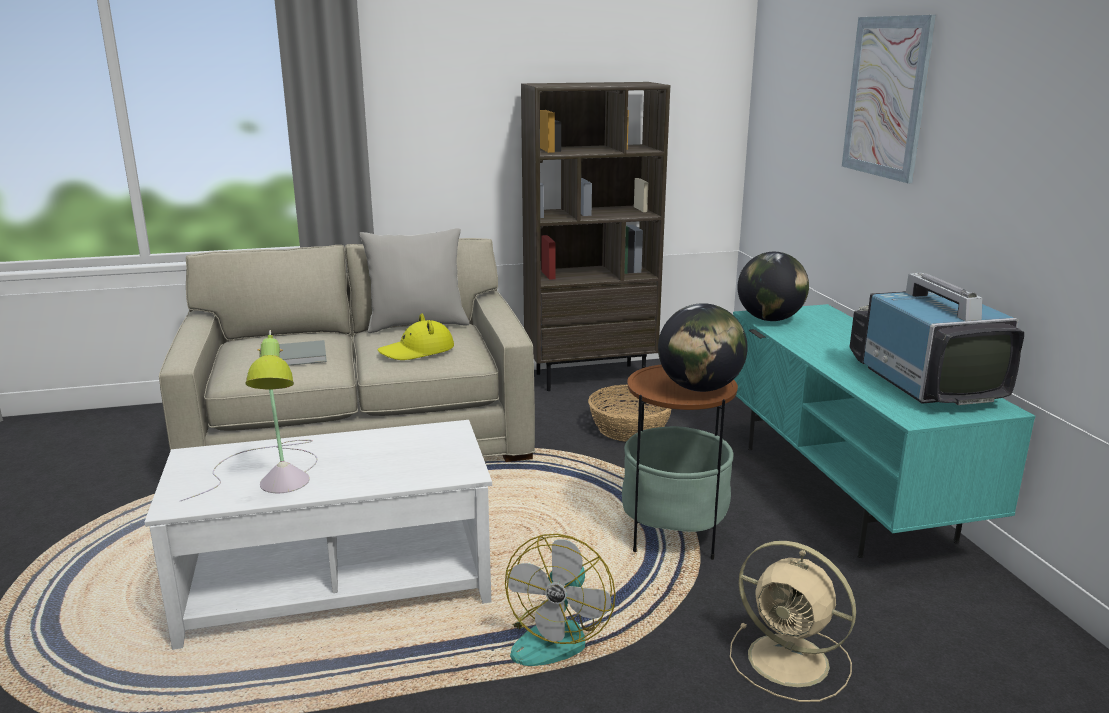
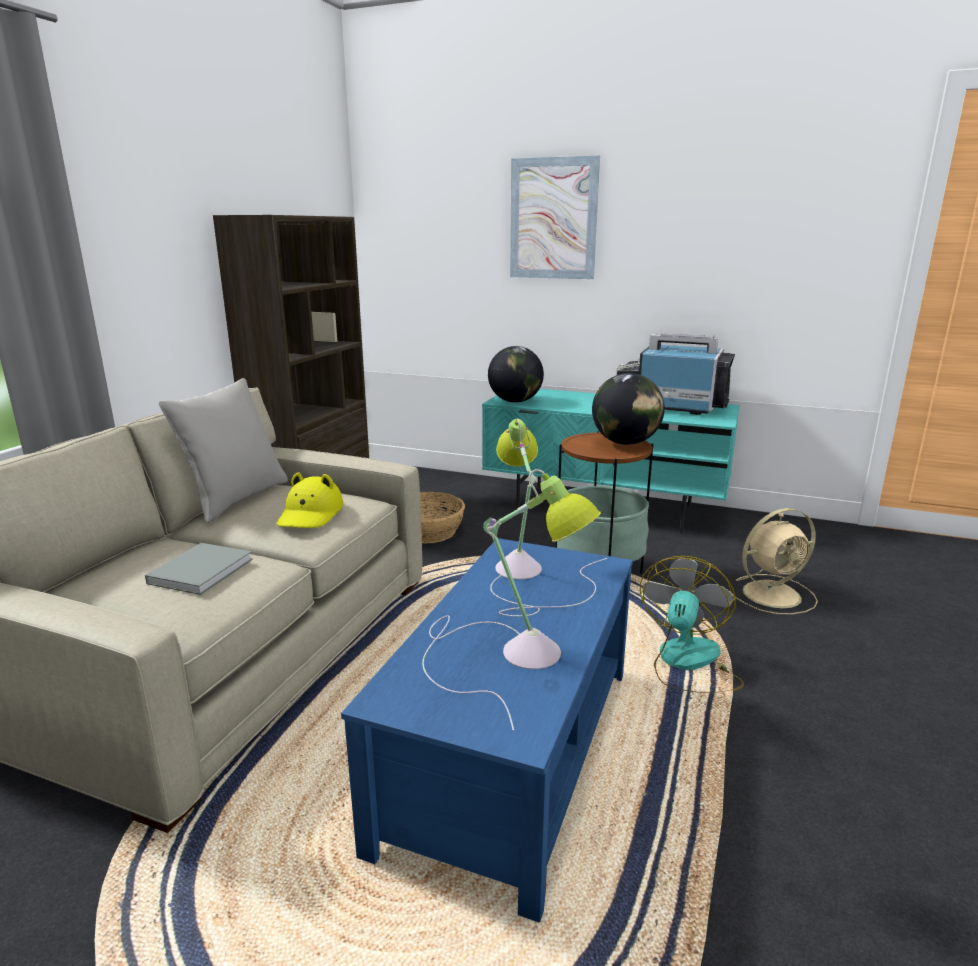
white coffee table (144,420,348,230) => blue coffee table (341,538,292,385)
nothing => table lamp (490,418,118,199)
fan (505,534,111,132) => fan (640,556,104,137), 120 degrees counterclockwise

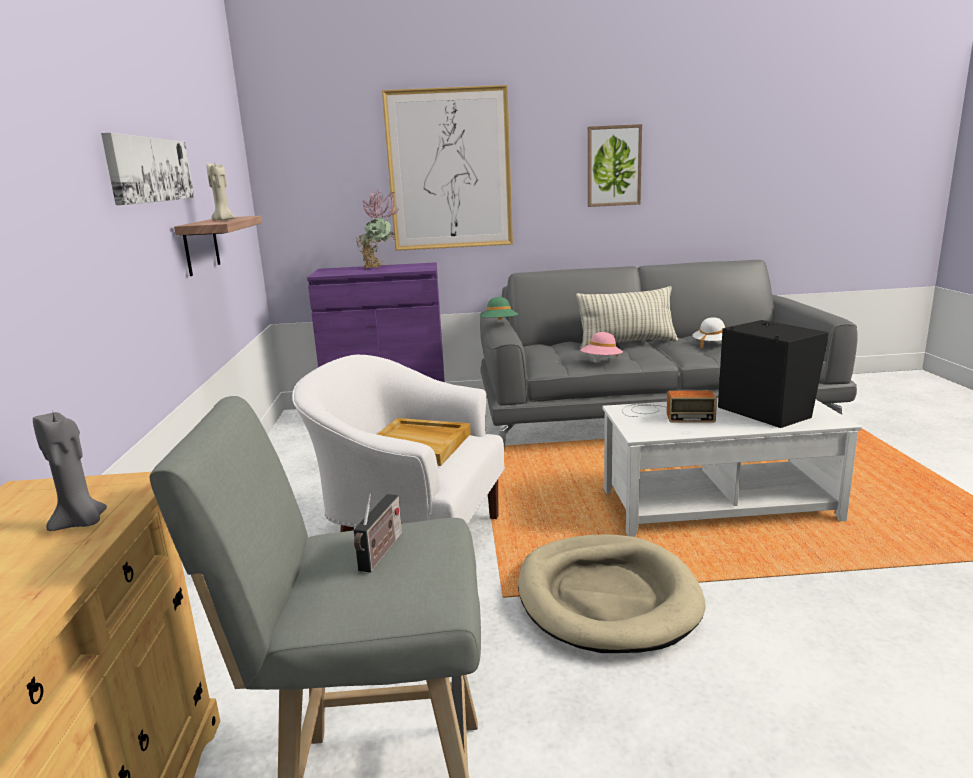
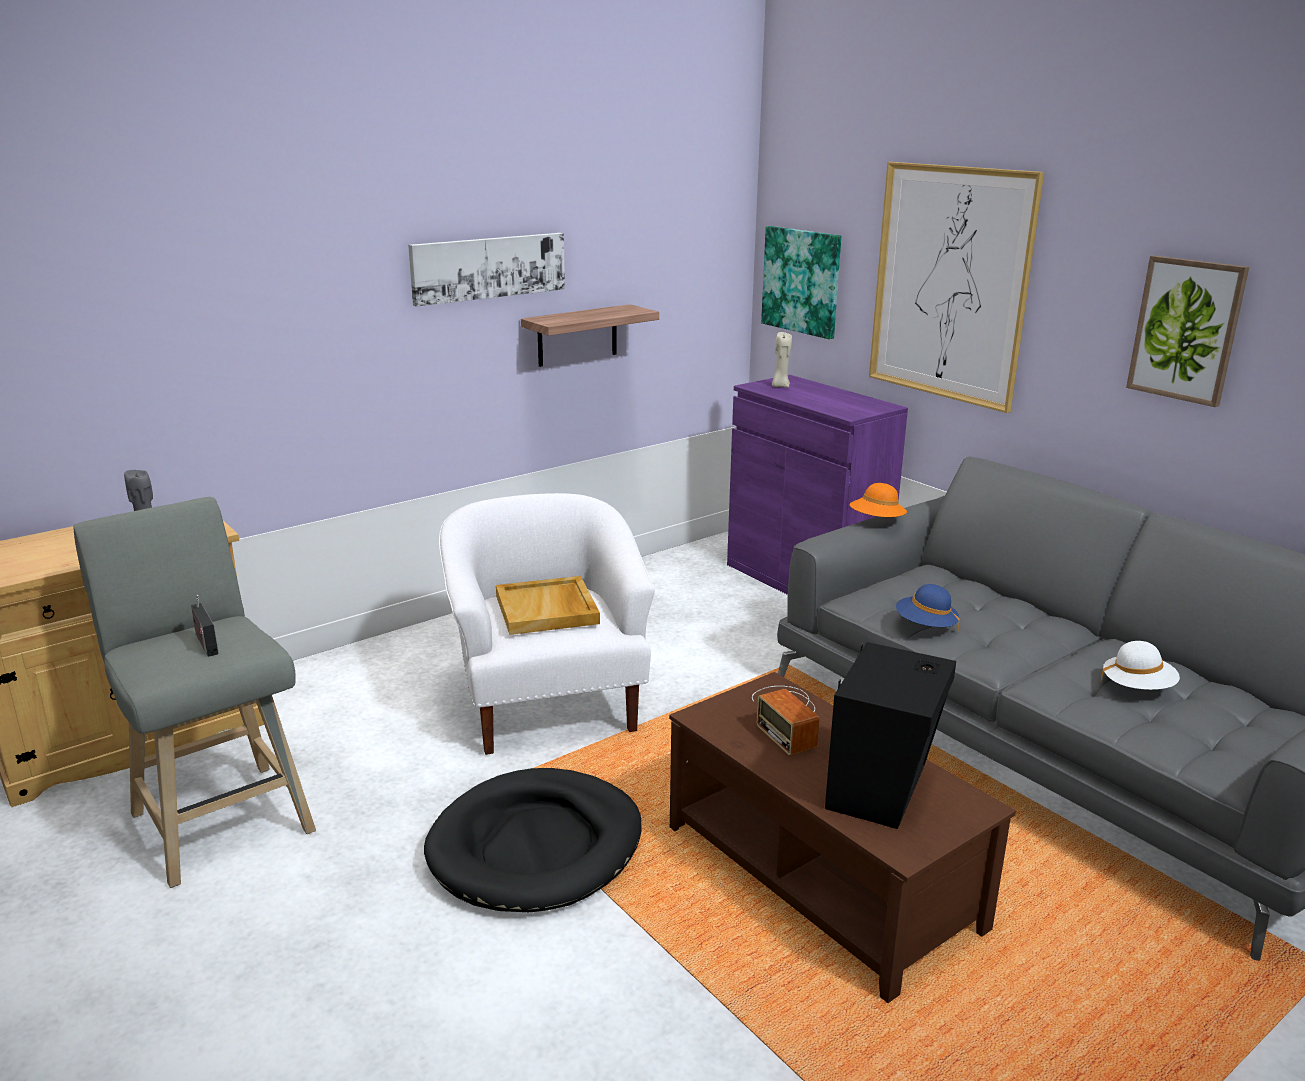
radio (354,494,48,79) => radio (191,595,28,62), 75 degrees clockwise
beige dog bed (518,534,187,119) => black dog bed (424,768,217,144)
white coffee table (602,398,260,139) => brown coffee table (669,672,347,331)
nothing => picture (761,226,80,113)
beige candle (207,163,29,57) => beige candle (772,332,20,56), moved
green hat (480,297,38,24) => orange hat (850,483,57,34)
pink hat (580,332,43,25) => blue hat (896,584,64,48)
potted plant (356,190,43,80) => nothing
pillow (576,286,102,62) => nothing

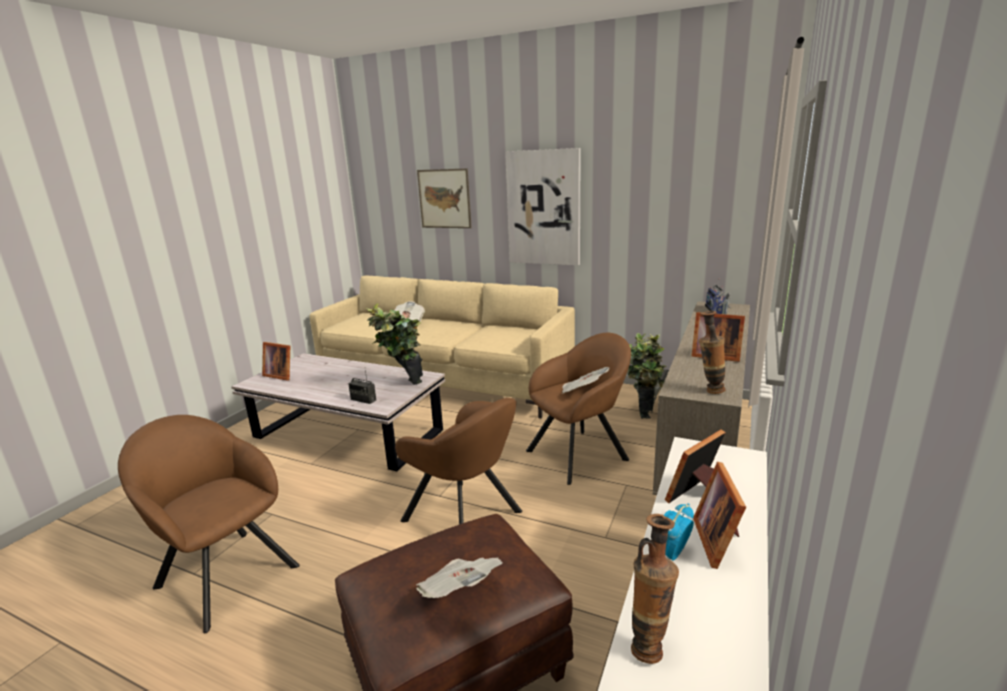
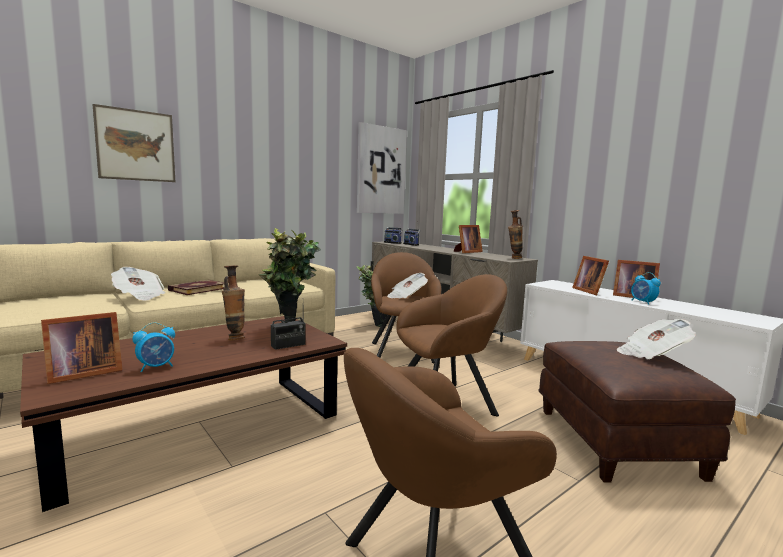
white coffee table (231,353,214,118) => brown coffee table (20,316,327,196)
nothing => alarm clock (132,322,43,50)
nothing => book (168,280,56,15)
vase (631,514,48,150) => vase (222,265,23,75), moved
picture (505,148,76,117) => picture (357,122,50,92), moved

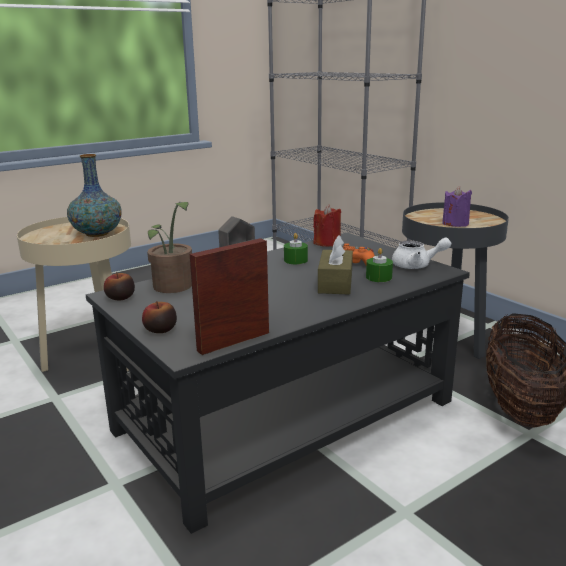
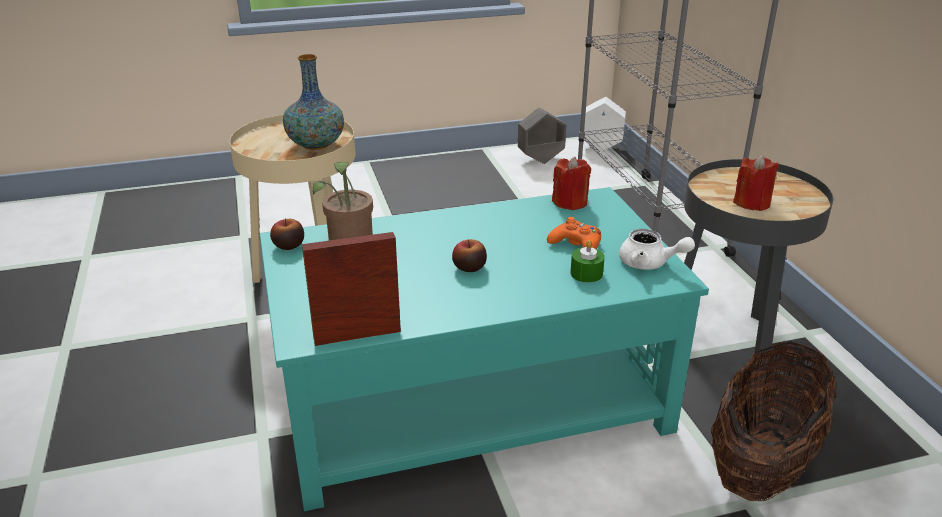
black coffee table (86,233,384,301) => turquoise coffee table (260,187,449,324)
apple (142,301,35,32) => apple (452,239,35,33), moved
nothing => white planter (584,97,42,55)
purple candle (442,186,30,41) => red candle (733,155,45,56)
green candle (284,233,24,31) => nothing
brown tissue box (318,235,35,60) => nothing

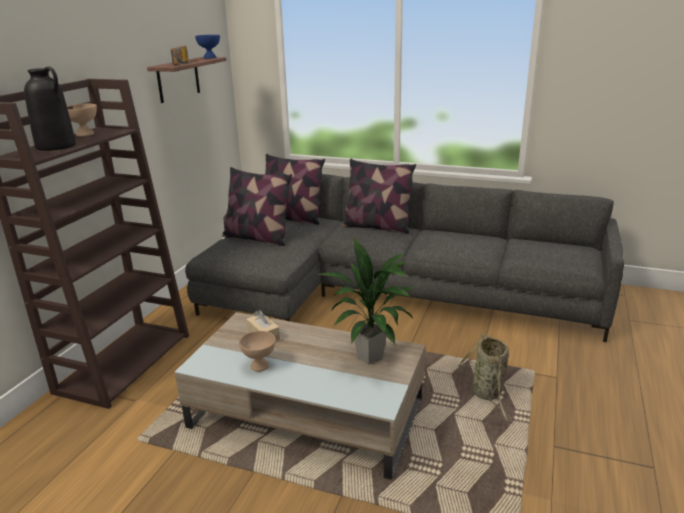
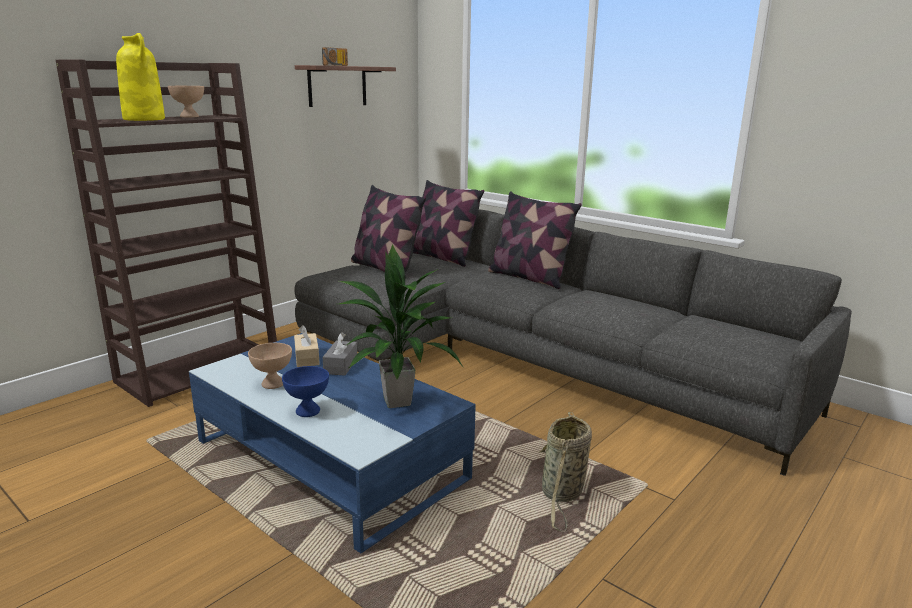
black vase (24,66,52,85) => yellow vase (116,33,49,88)
beige coffee table (175,312,250,168) => blue coffee table (189,333,287,220)
blue bowl (195,35,25,23) => blue bowl (282,366,47,51), moved
nothing => grey tissue box (323,333,34,43)

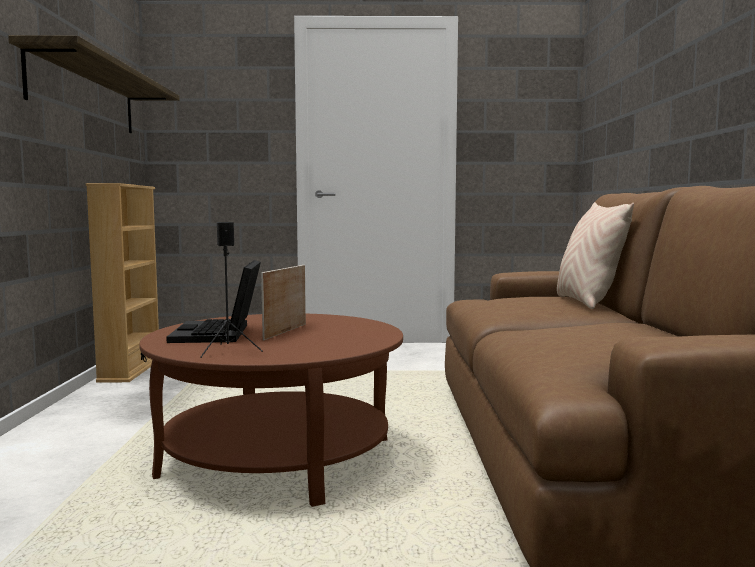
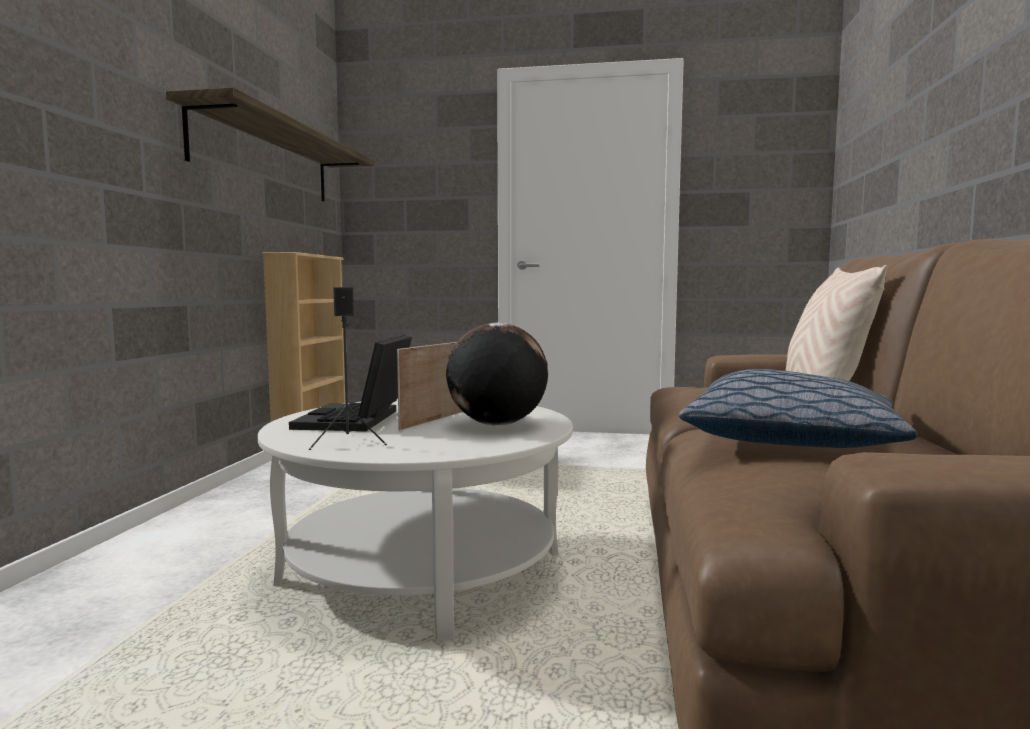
brown coffee table (139,314,264,193) => white coffee table (258,399,315,242)
nothing => globe (446,322,102,104)
nothing => pillow (679,369,238,79)

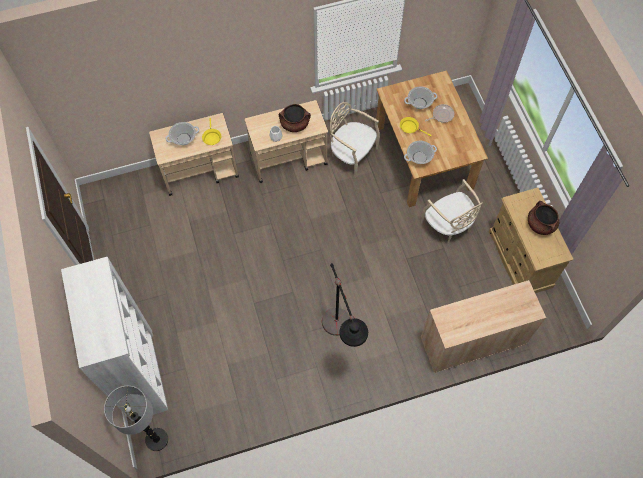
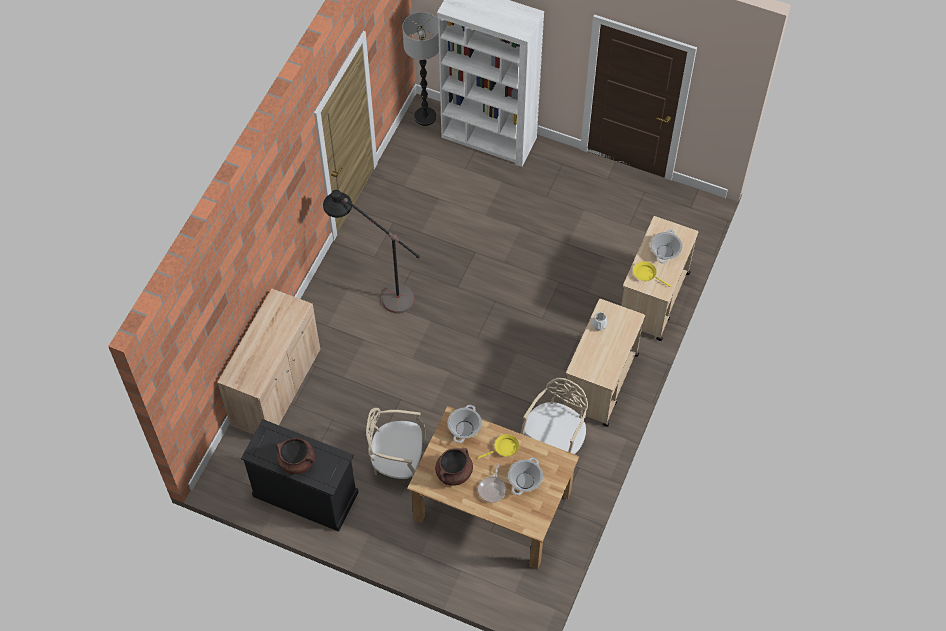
beige dresser (489,188,85,105) => black dresser (241,419,118,113)
brown cooking pot (279,104,32,28) => brown cooking pot (435,448,38,38), moved
beige chair (330,102,50,76) => beige chair (521,378,67,76), 45 degrees counterclockwise

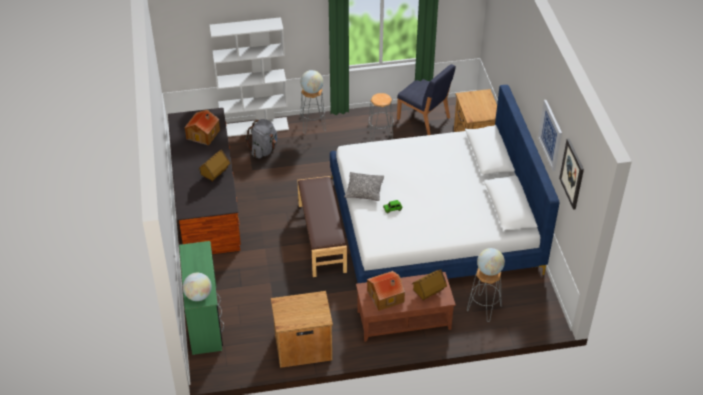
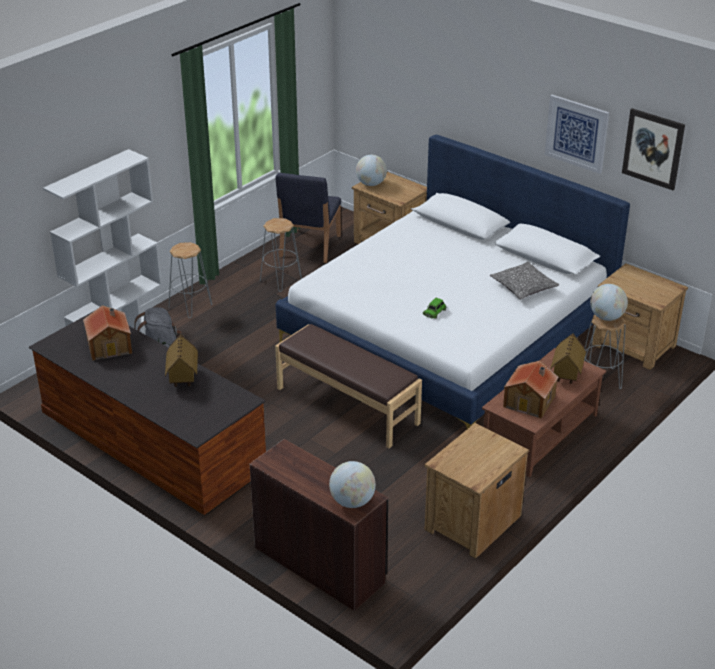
green desk (179,241,45,114) => brown desk (250,439,138,172)
blue chair (397,64,59,71) => blue chair (275,173,66,90), 105 degrees clockwise
globe (300,70,23,24) => globe (356,155,31,31), moved
pillow (344,172,40,29) => pillow (490,262,69,38), moved
nothing => brown nightstand (592,263,96,107)

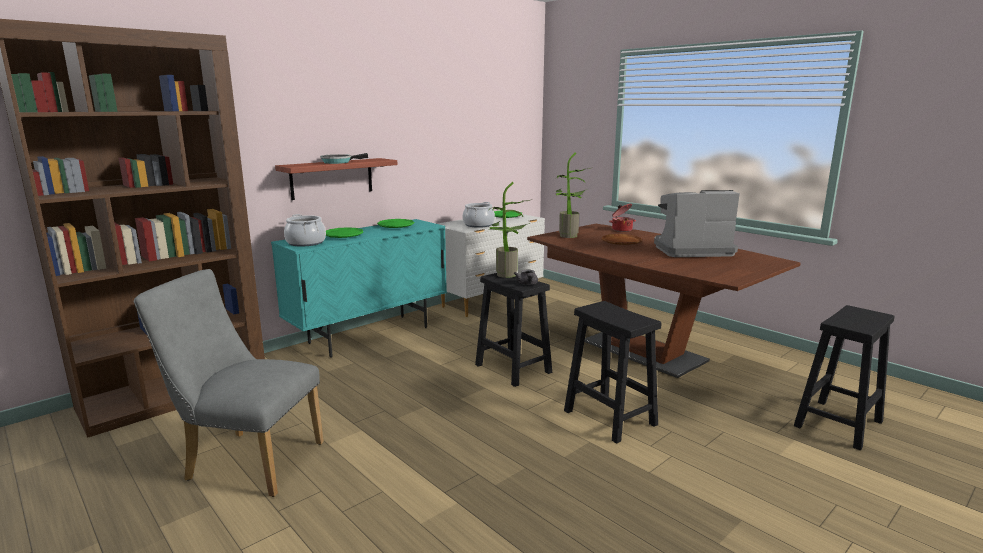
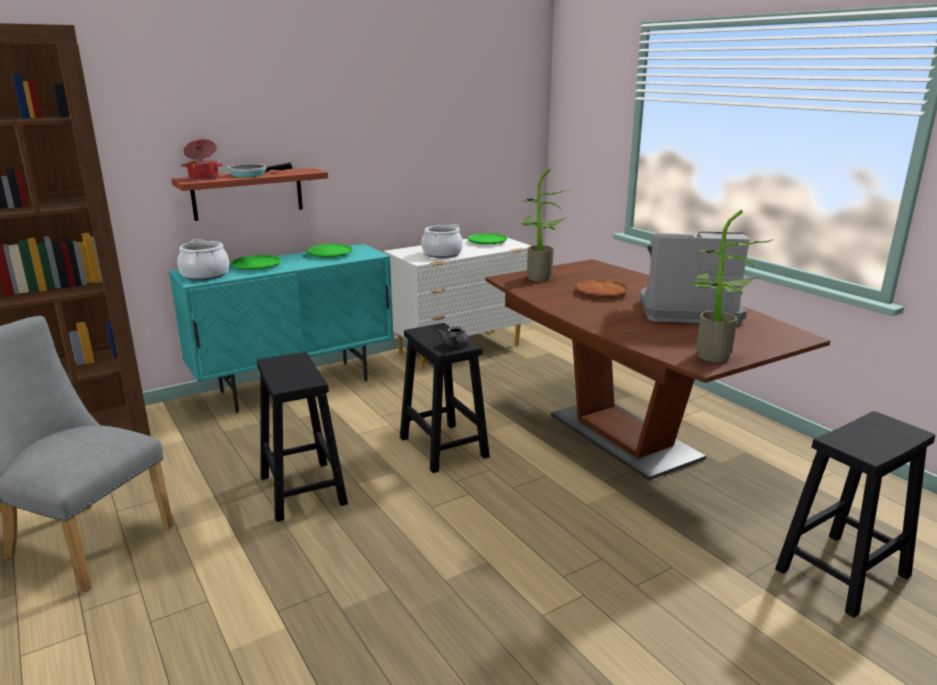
cooking pot (609,204,27,28) => cooking pot (181,139,43,41), moved
black stool (564,301,97,143) => black stool (257,352,91,170), moved
potted plant (490,182,42,96) => potted plant (695,210,79,152), moved

